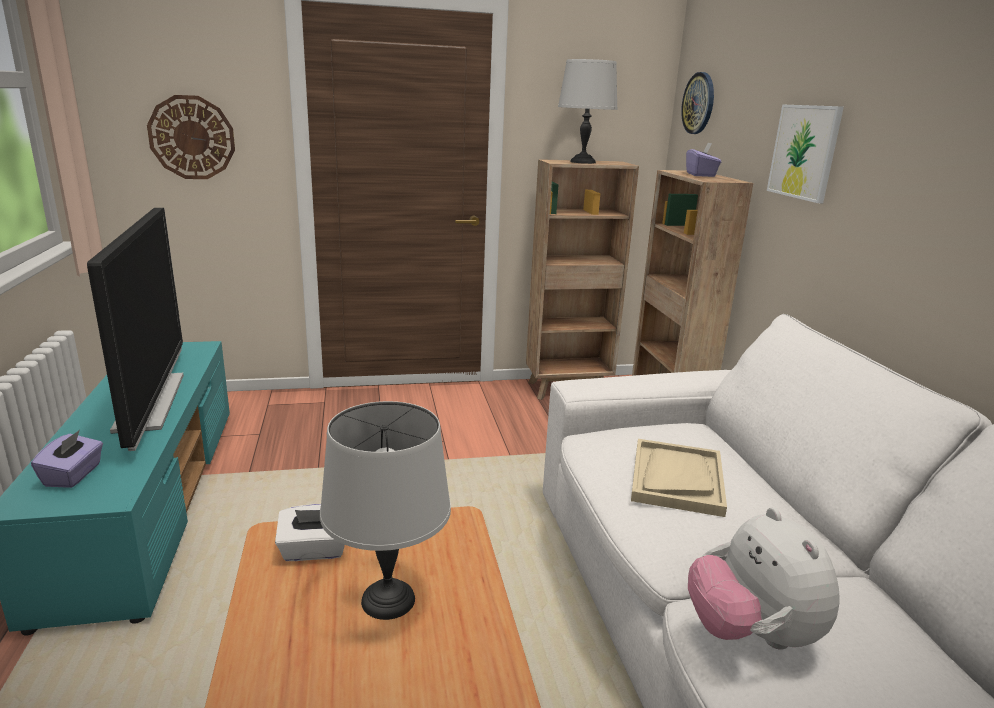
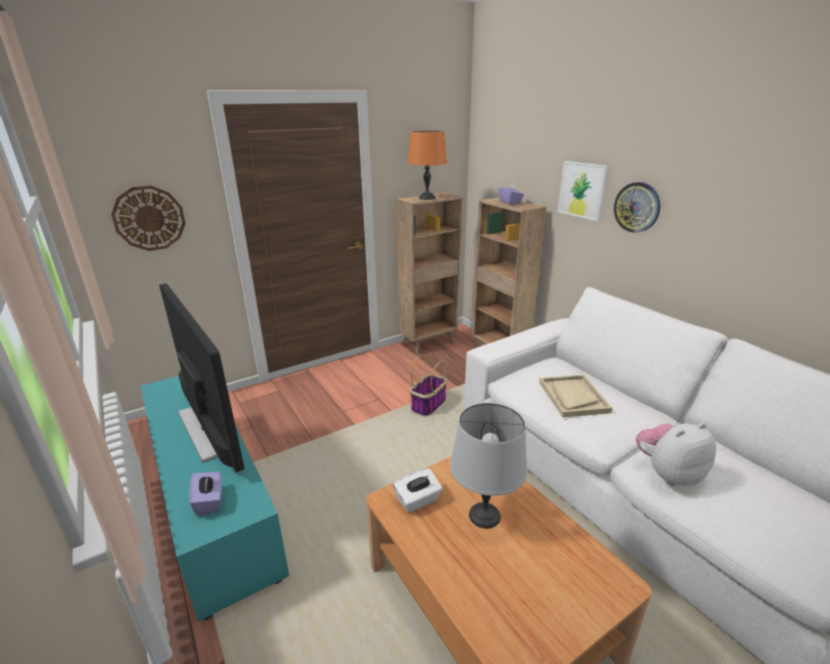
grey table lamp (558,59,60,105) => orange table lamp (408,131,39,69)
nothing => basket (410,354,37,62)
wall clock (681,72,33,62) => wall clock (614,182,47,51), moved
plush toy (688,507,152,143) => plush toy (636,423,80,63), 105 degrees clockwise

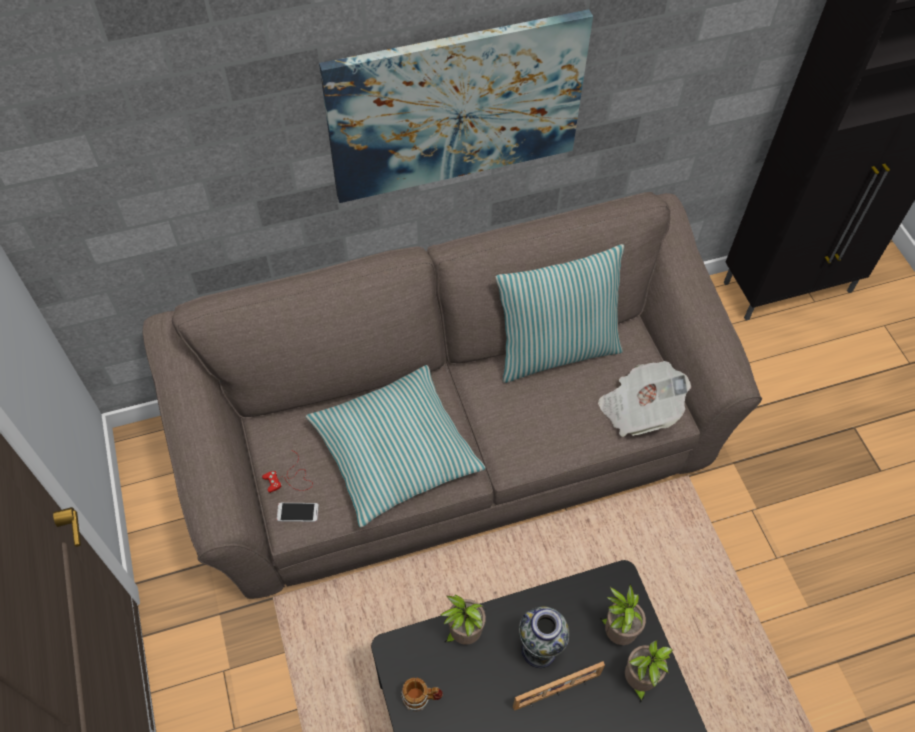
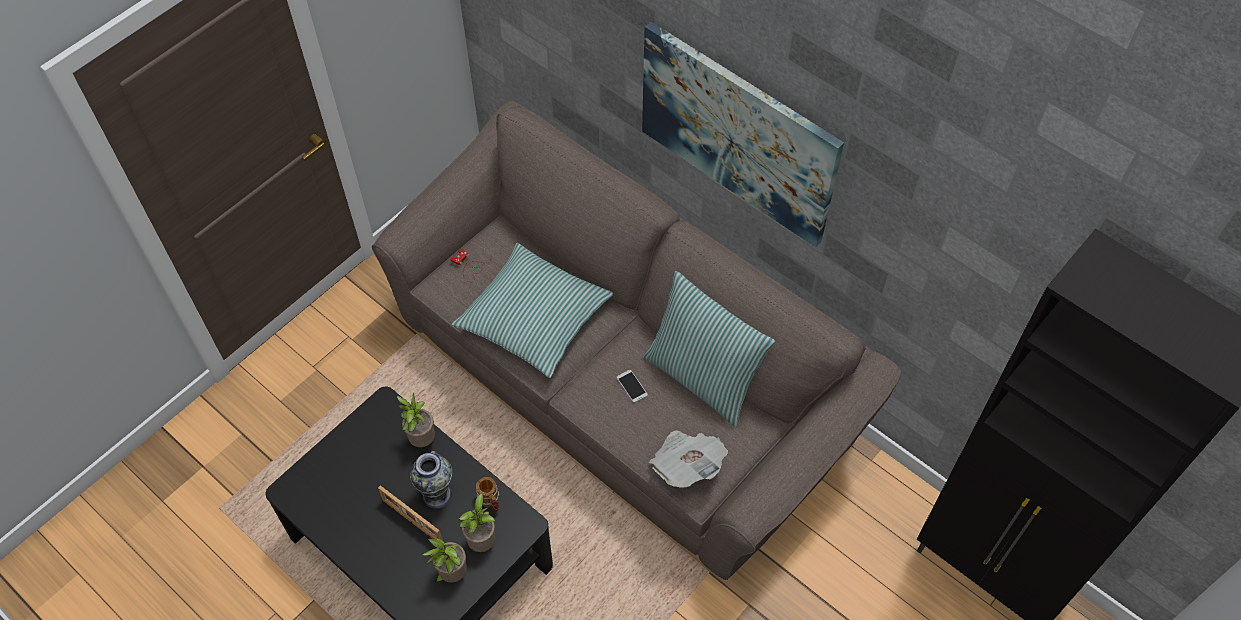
mug (401,678,42,33) => mug (475,477,25,34), moved
phone (277,503,42,19) => phone (617,370,31,33), moved

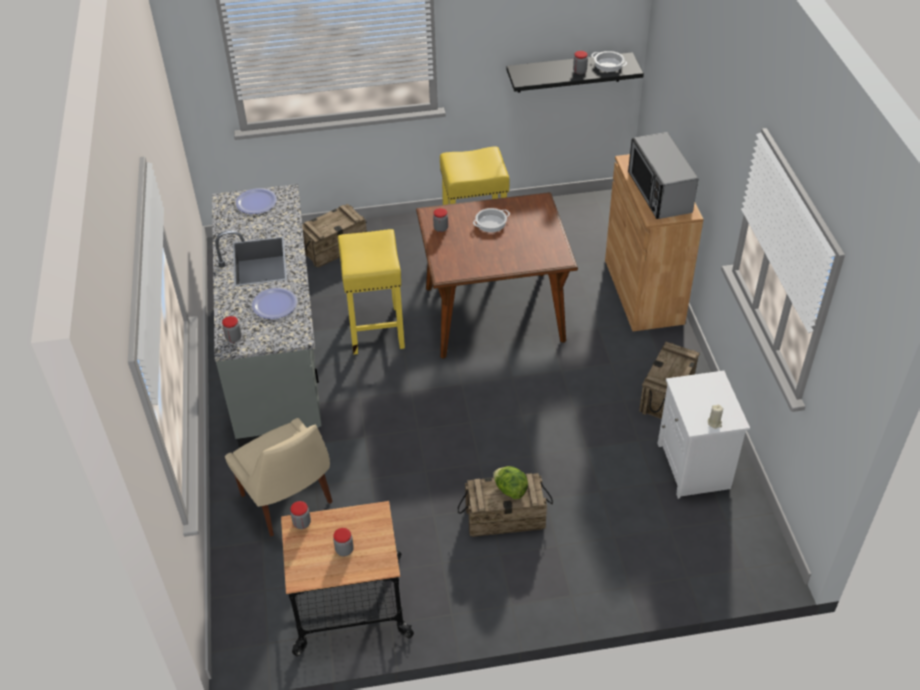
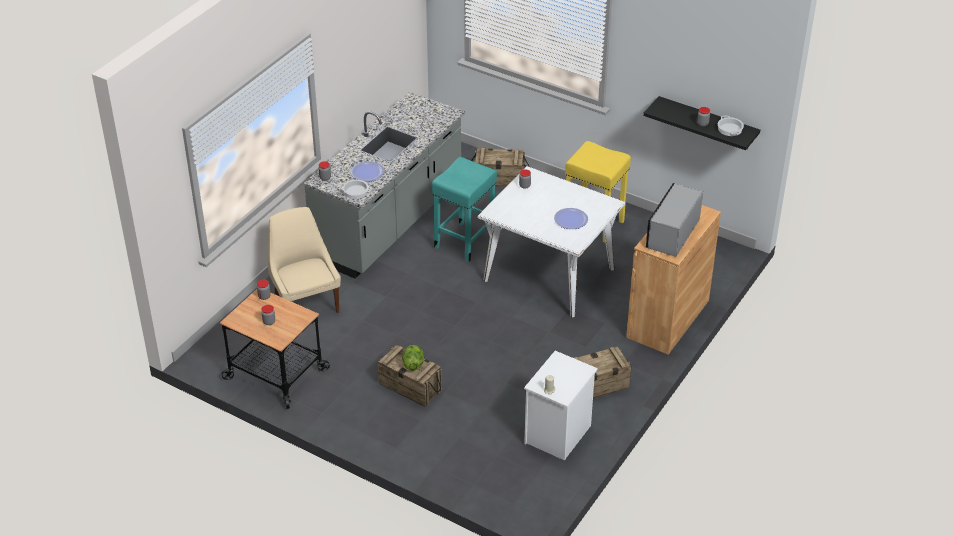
beige chair (225,418,108,119) => beige chair (267,207,74,106), 150 degrees clockwise
cooking pot (473,208,37,24) => cooking pot (339,180,33,19), moved
yellow stool (338,229,67,126) => turquoise stool (432,157,65,105)
brown dining table (416,192,162,167) => white dining table (477,166,149,151)
plate (236,188,41,26) => plate (554,208,34,21), moved

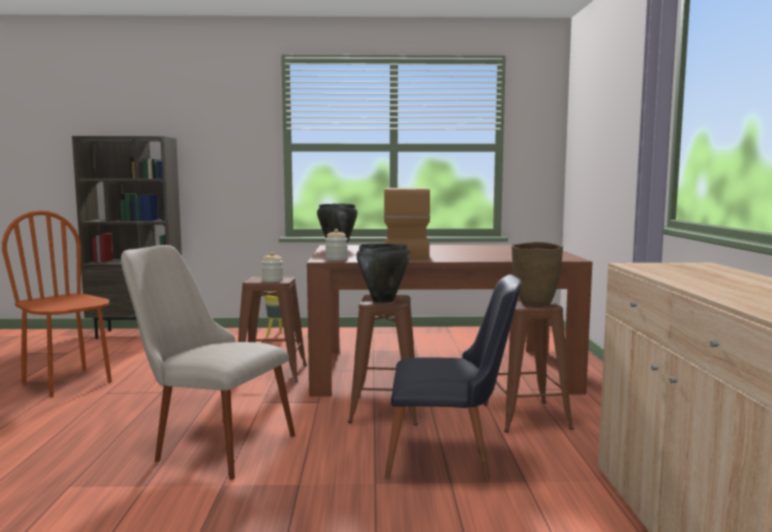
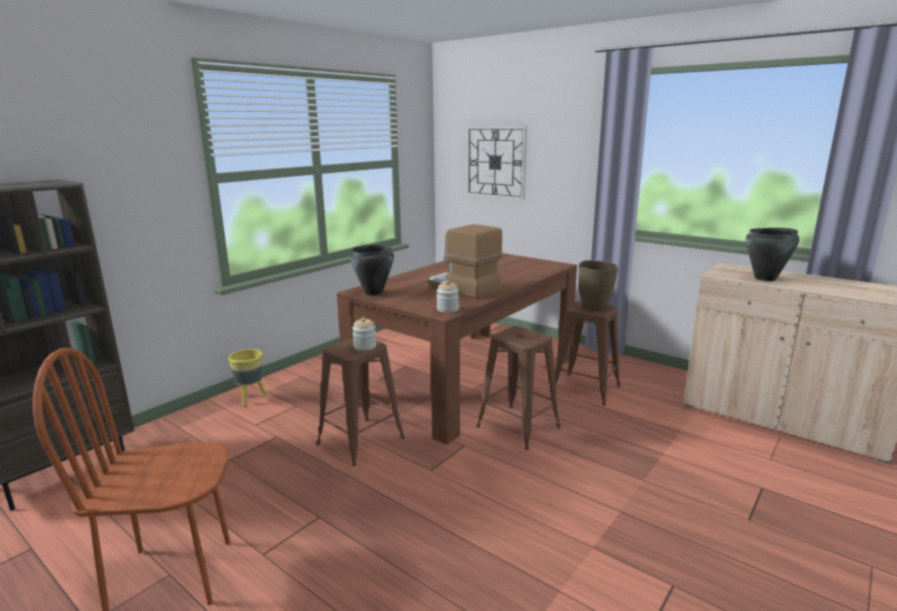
nothing => wall clock (466,126,61,74)
black cooking pot (356,243,54,60) => black cooking pot (746,228,53,53), moved
beige chair (121,245,174,235) => nothing
black chair (385,275,137,206) => nothing

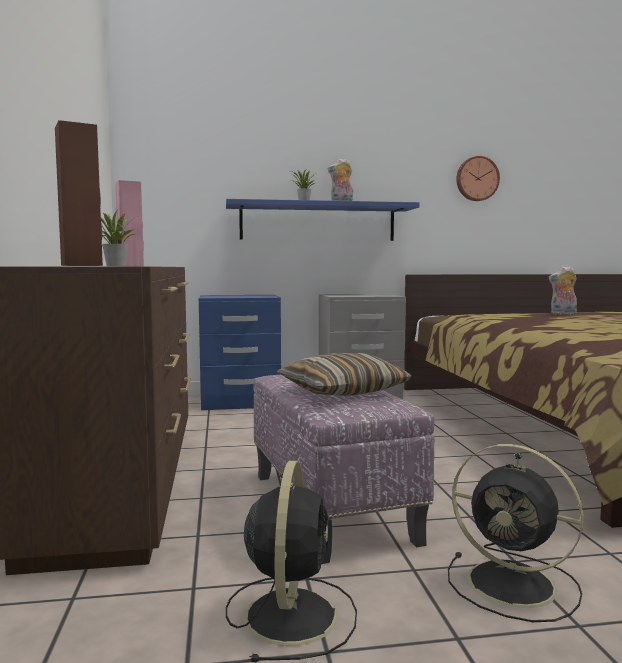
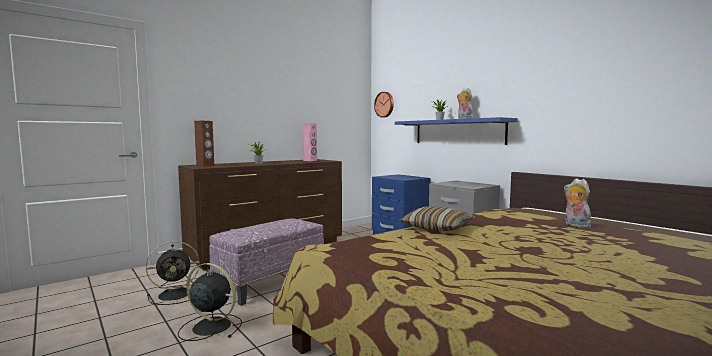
black fan (448,444,136,178) => black fan (178,263,64,78), 105 degrees clockwise
wall clock (456,156,44,45) => wall clock (374,92,20,26), moved
pillow (277,353,135,43) => pillow (400,206,74,25), moved

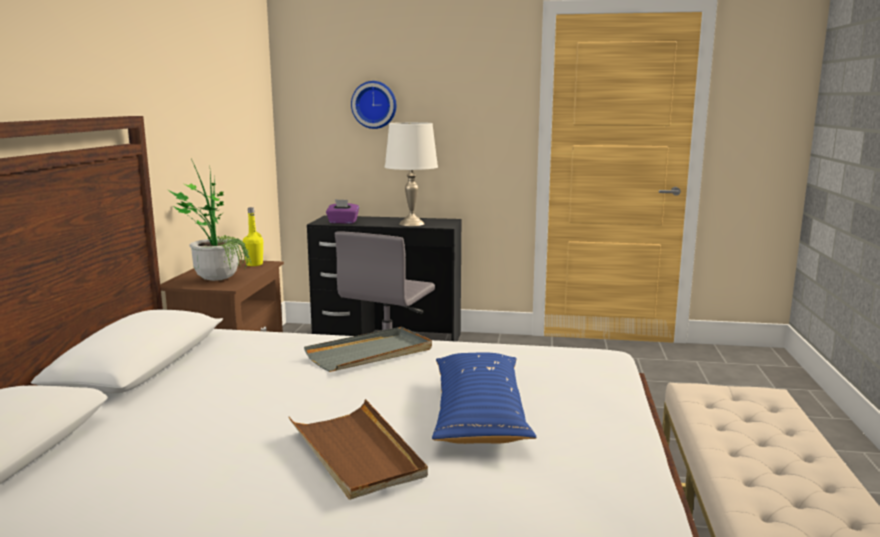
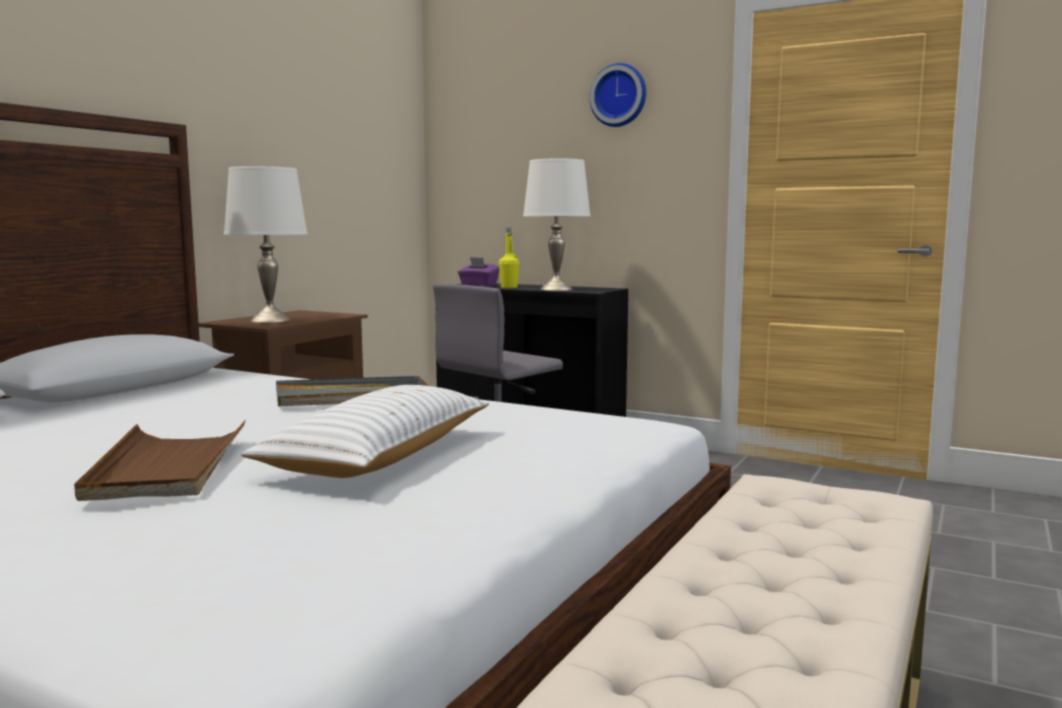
potted plant (168,159,84,122) => white table lamp (224,166,84,157)
blue pillow (432,352,104,92) => white pillow (241,385,248,93)
yellow bottle (243,207,20,59) => yellow bottle (499,228,20,60), moved
wall clock (351,81,45,48) => wall clock (589,63,57,64), moved

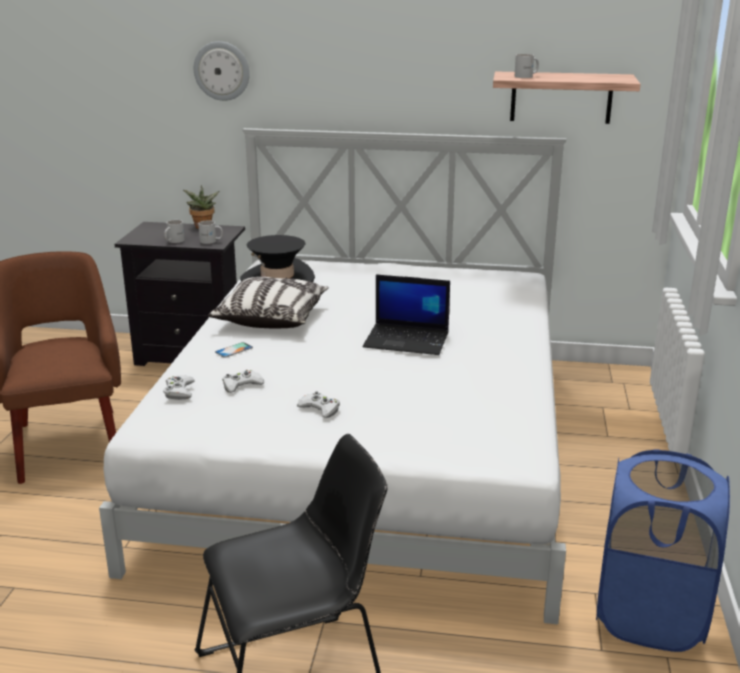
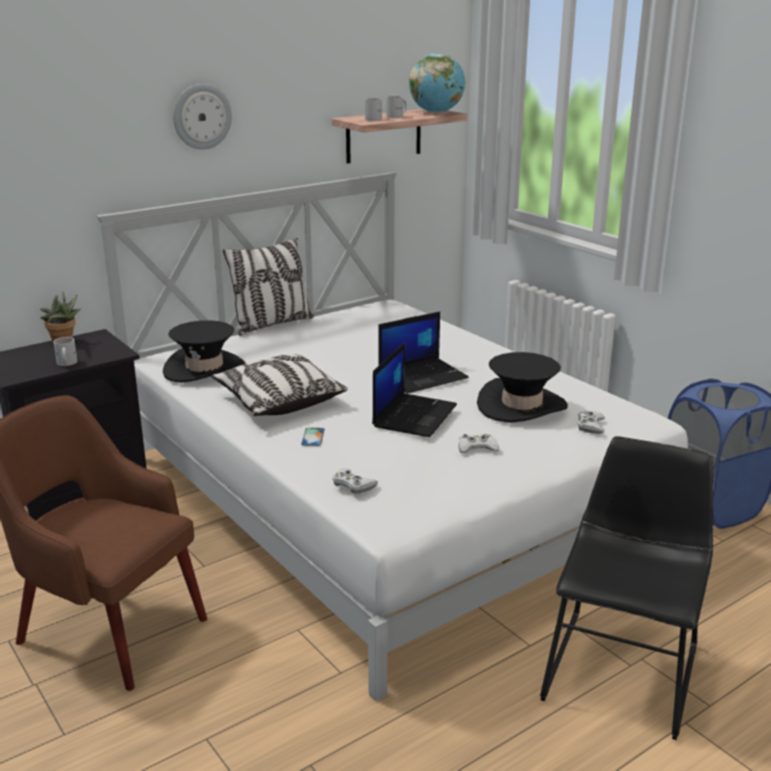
wall clock (194,41,56,60) => wall clock (173,84,59,66), moved
nothing => pillow (223,238,91,98)
nothing => laptop (372,342,85,95)
white mug (198,221,25,23) => white mug (387,96,20,22), moved
nothing => globe (409,53,56,60)
nothing => black hat (477,352,91,71)
white game controller (222,370,42,23) => white game controller (577,411,28,23), moved

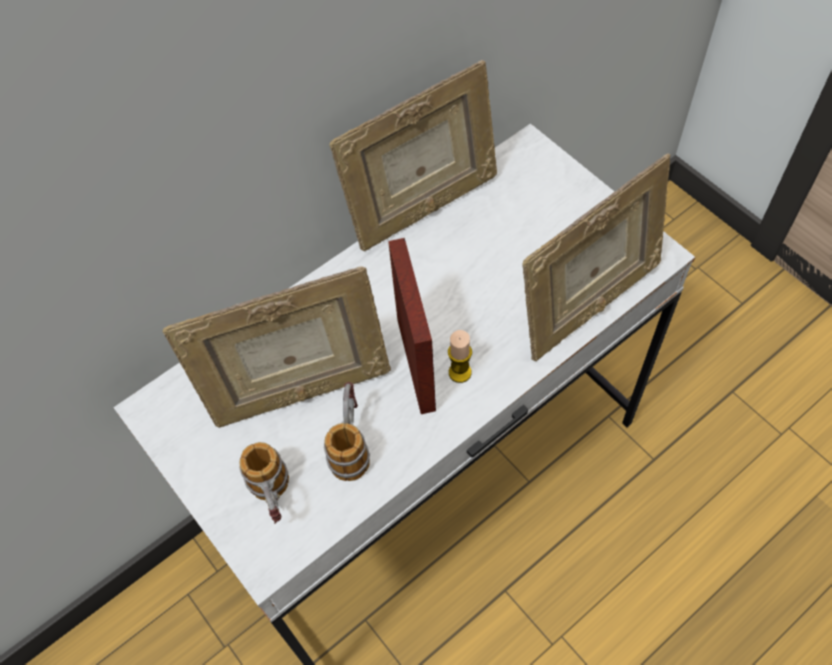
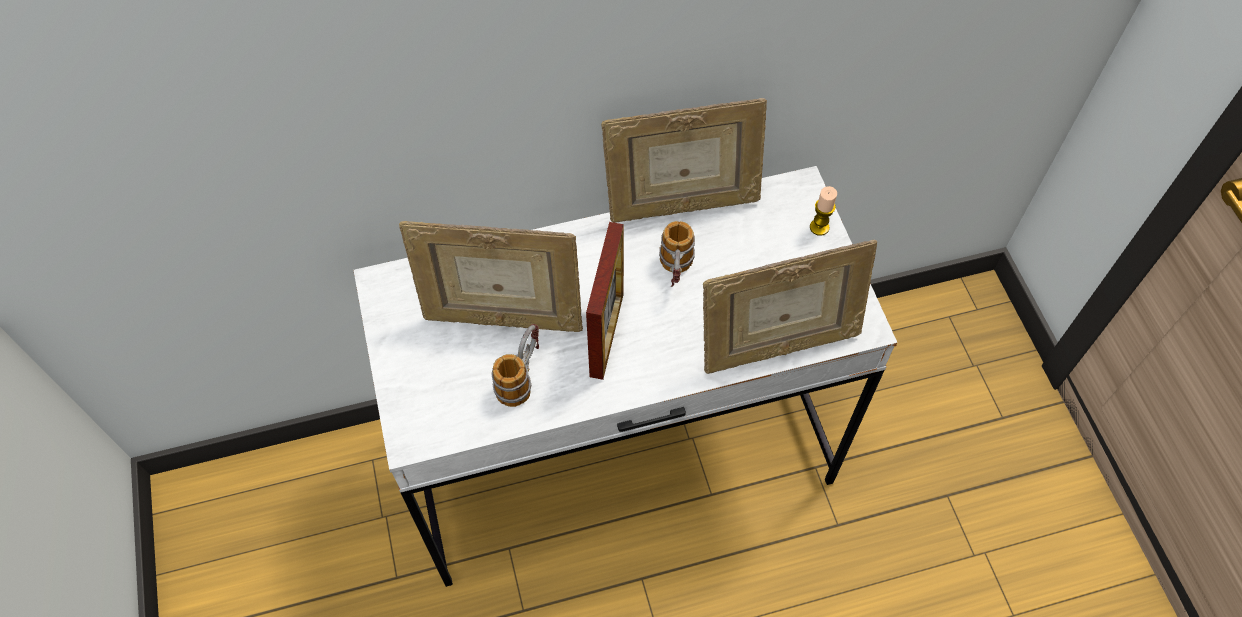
mug (239,442,50,82) => mug (659,221,36,66), moved
candle (448,330,24,53) => candle (810,186,27,50), moved

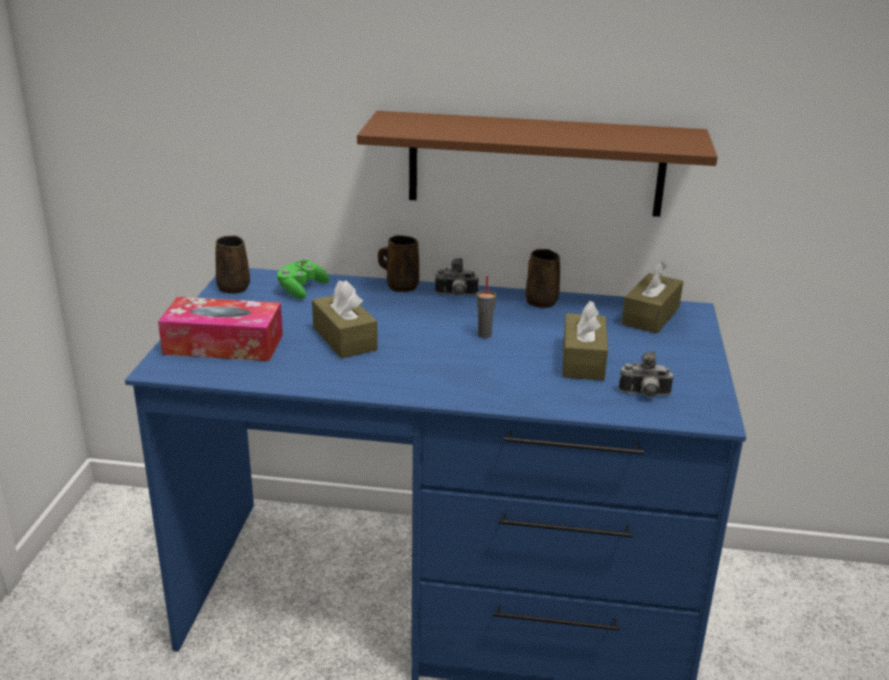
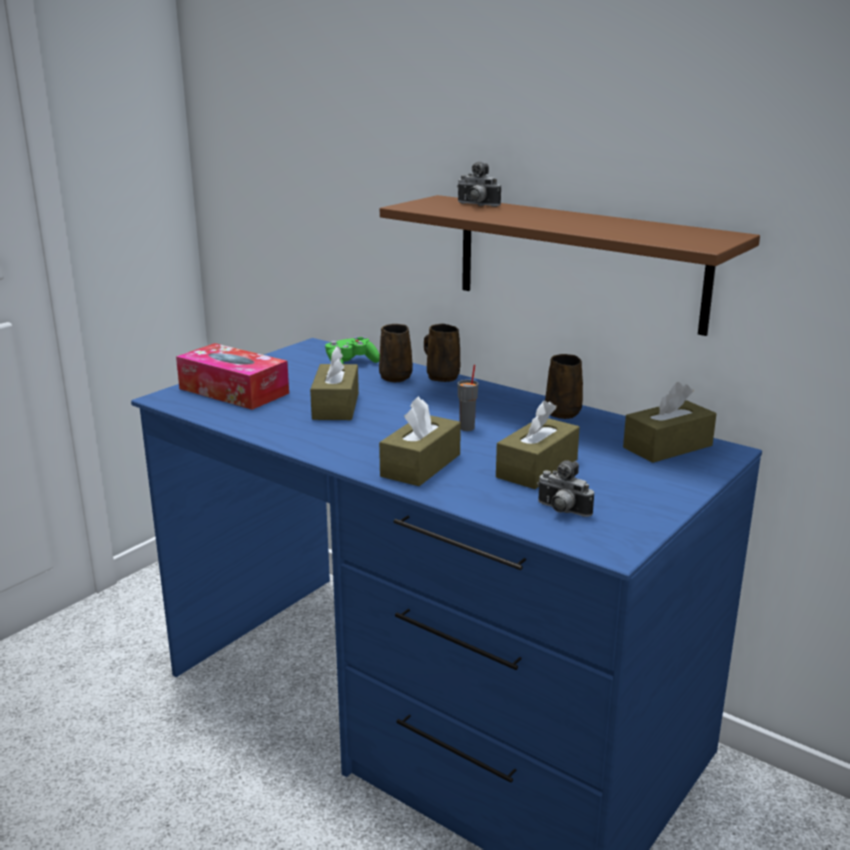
brown mug (215,236,35,58) => brown mug (379,324,34,58), moved
nothing => brown tissue box (379,396,82,90)
photo camera (435,258,44,38) => photo camera (457,162,44,45), moved

